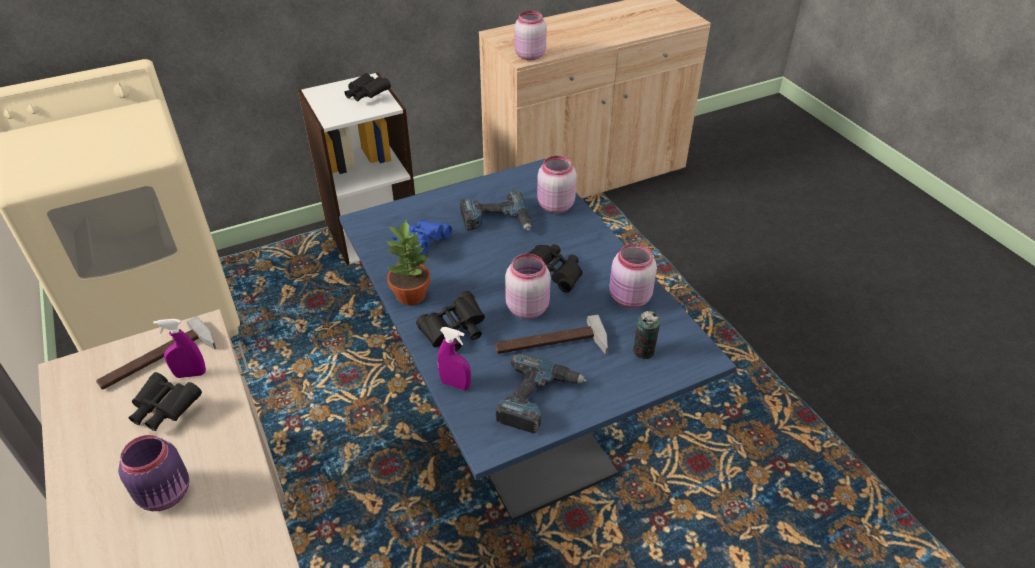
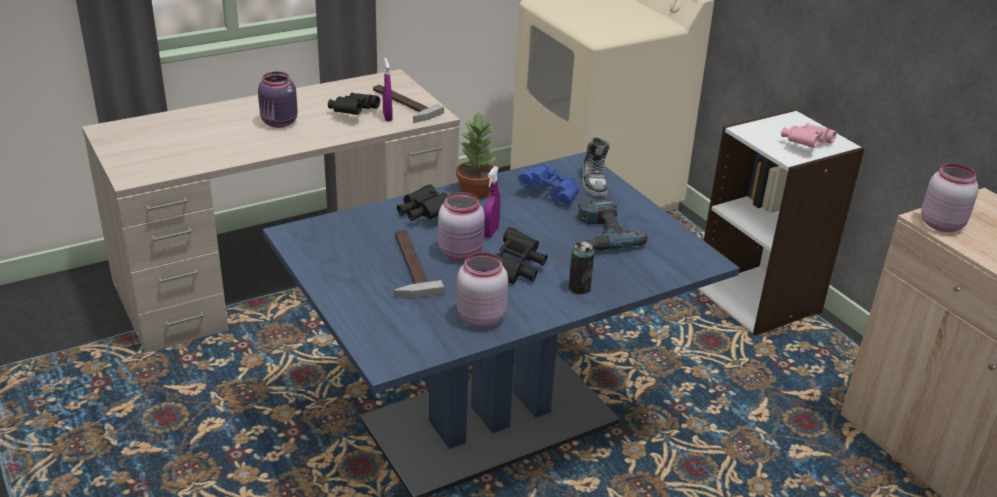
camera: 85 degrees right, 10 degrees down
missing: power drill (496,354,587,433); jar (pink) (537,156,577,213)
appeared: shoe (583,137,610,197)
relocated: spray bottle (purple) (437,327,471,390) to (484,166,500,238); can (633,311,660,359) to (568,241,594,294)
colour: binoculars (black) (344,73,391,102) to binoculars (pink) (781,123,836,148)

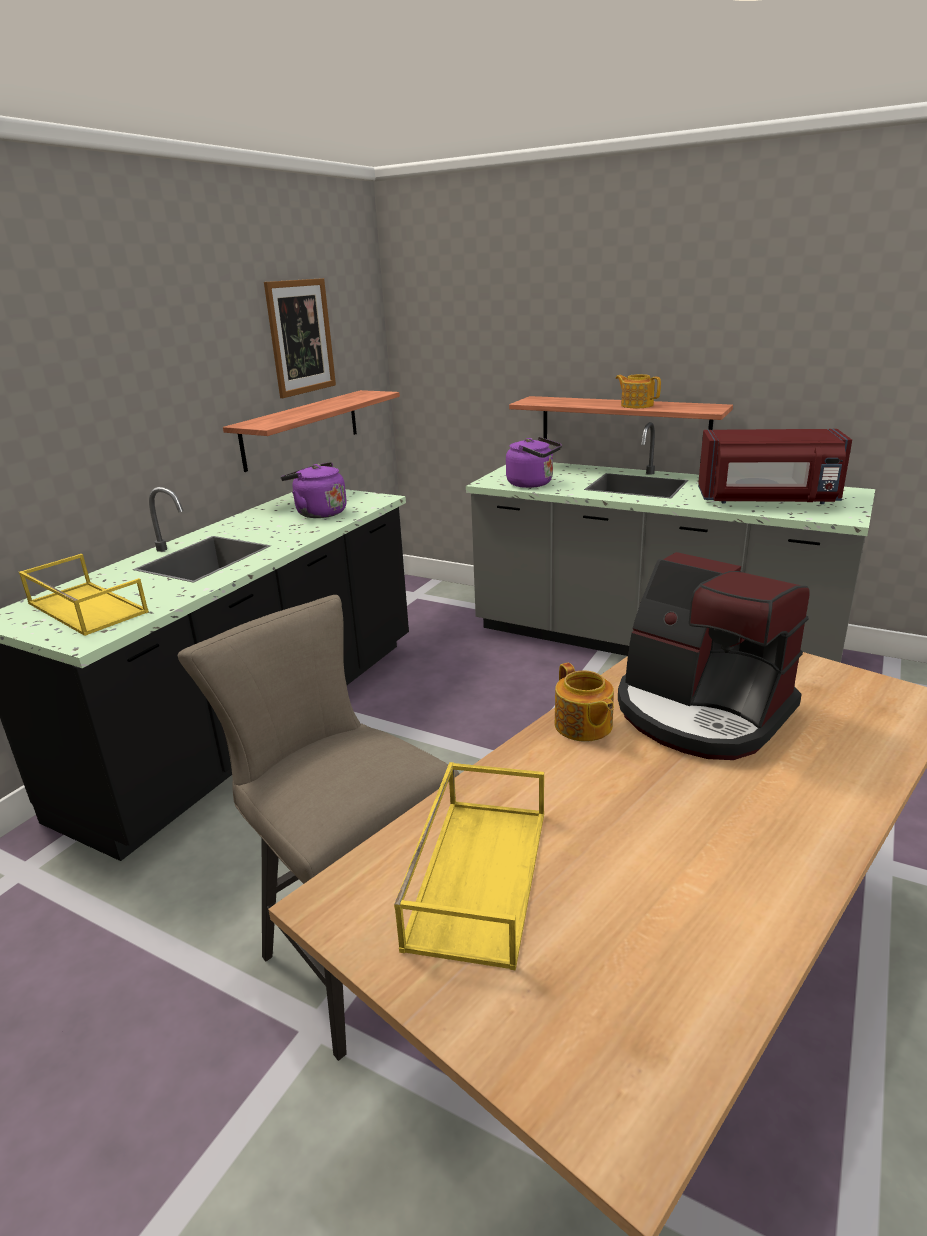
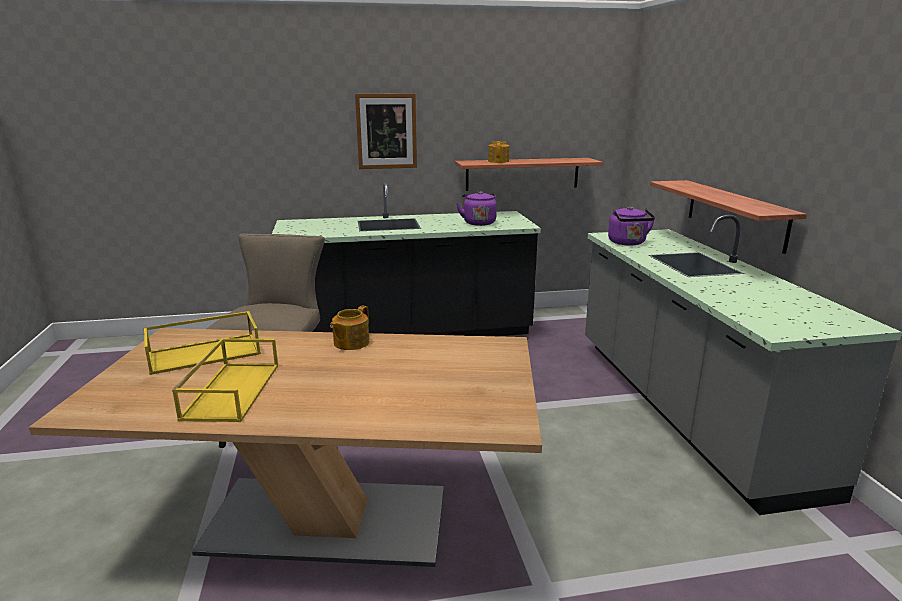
camera: 50 degrees right, 5 degrees down
missing: coffee machine (618,552,810,760); microwave (red) (698,429,852,504)
relocated: tray (yellow) (19,554,149,636) to (172,338,278,422); picture (264,278,336,398) to (355,94,417,169); teapot (616,374,661,408) to (488,141,509,163)

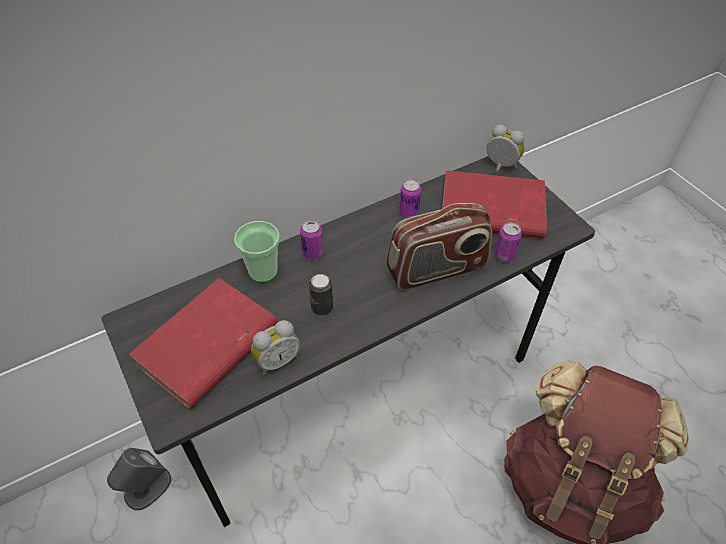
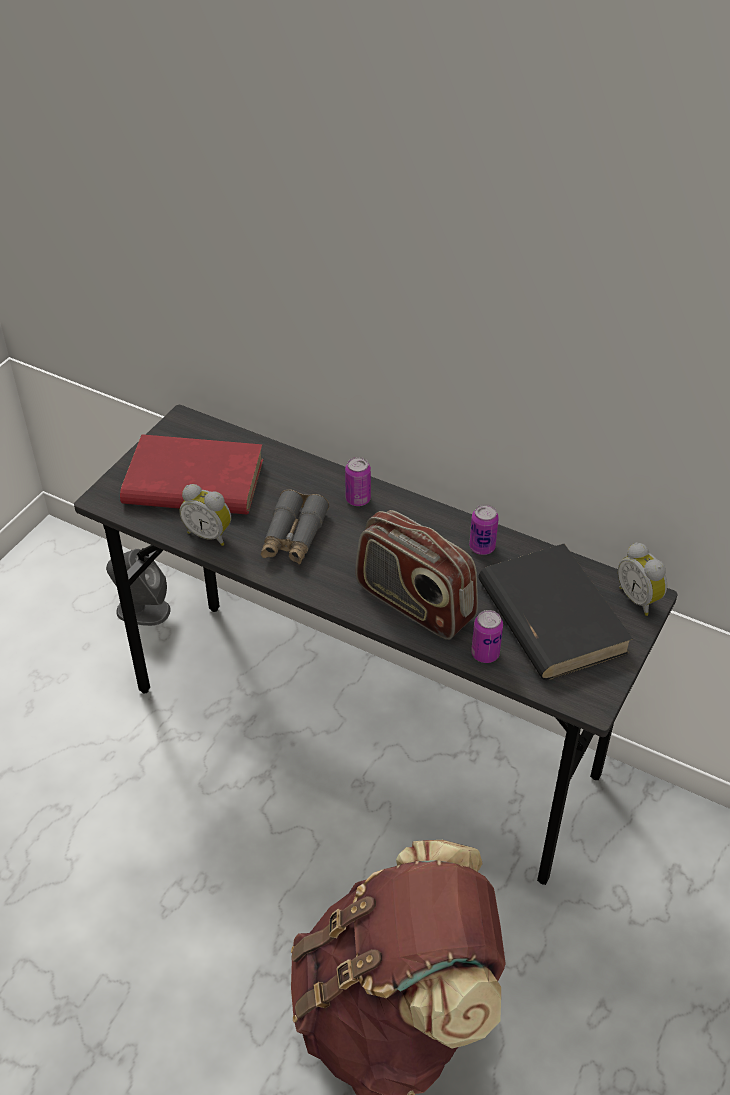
camera: 60 degrees right, 5 degrees down
missing: cup (234,221,280,283)
exchanged: can (309,274,333,316) to binoculars (grey) (261,489,329,565)
colour: book (red) (442,170,547,238) to book (black) (478,544,633,680)
spun: alarm clock (486,125,525,172) = (618,542,667,616) 150 degrees clockwise

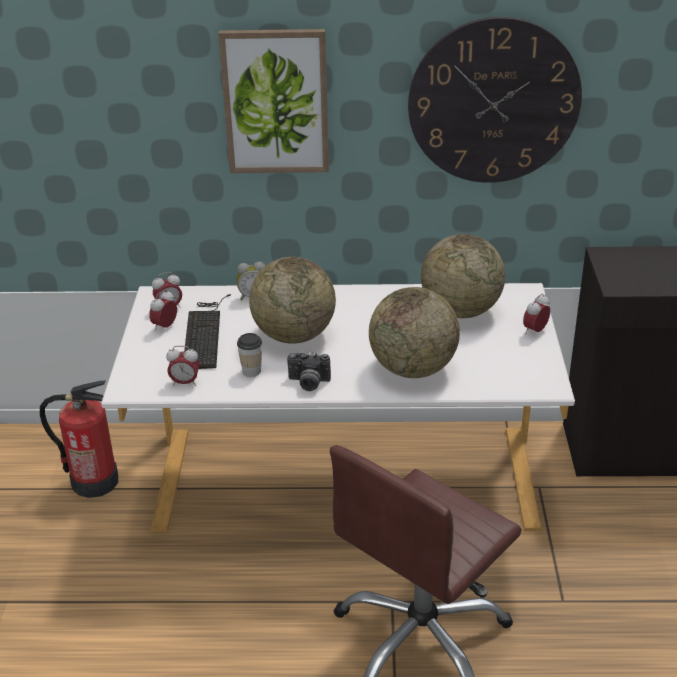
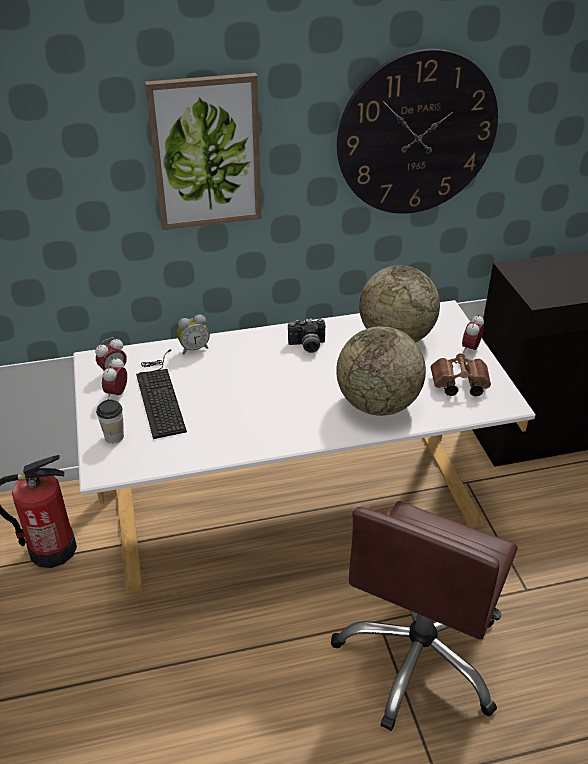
camera: 15 degrees left, 5 degrees up
missing: alarm clock (166,346,200,386); globe (249,257,336,344)
appeared: binoculars (brown) (430,353,491,396)
relocated: cup (237,333,262,377) to (96,399,124,443); photo camera (287,352,331,391) to (288,318,325,353)

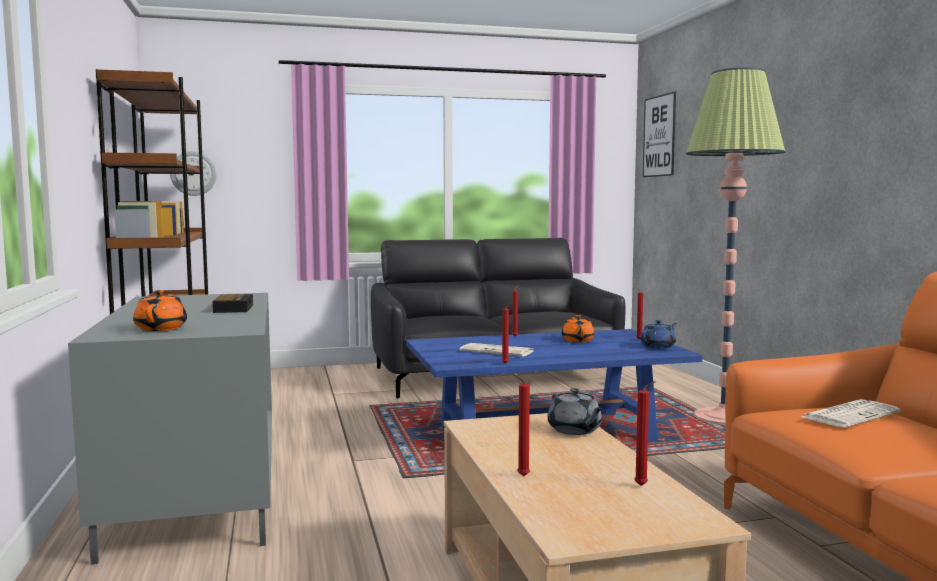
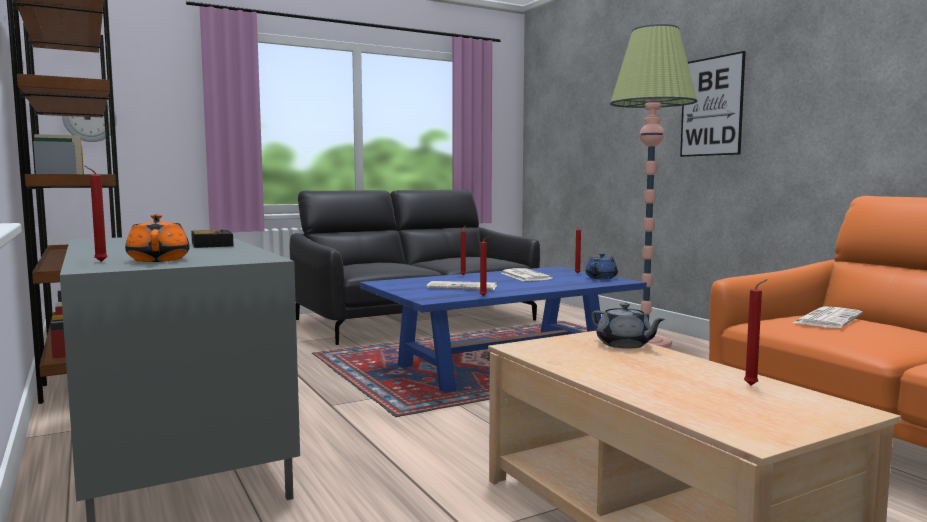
camera: 15 degrees left, 0 degrees up
relocated: candle (red) (513,374,530,476) to (84,165,108,262); picture (643,91,676,177) to (680,51,746,157)
exchanged: teapot (orange) (561,315,595,342) to newspaper (501,268,553,281)

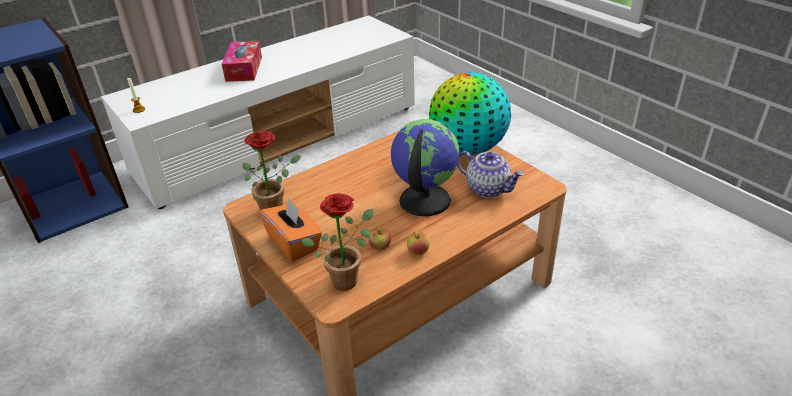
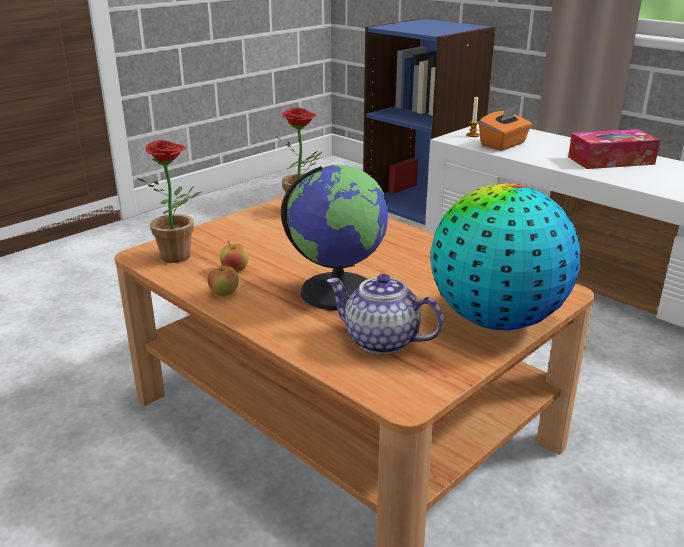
camera: 80 degrees right, 10 degrees down
relocated: tissue box (orange) (259,197,322,261) to (479,105,532,150)
spun: teapot (457,151,524,198) = (326,274,444,354) 90 degrees clockwise

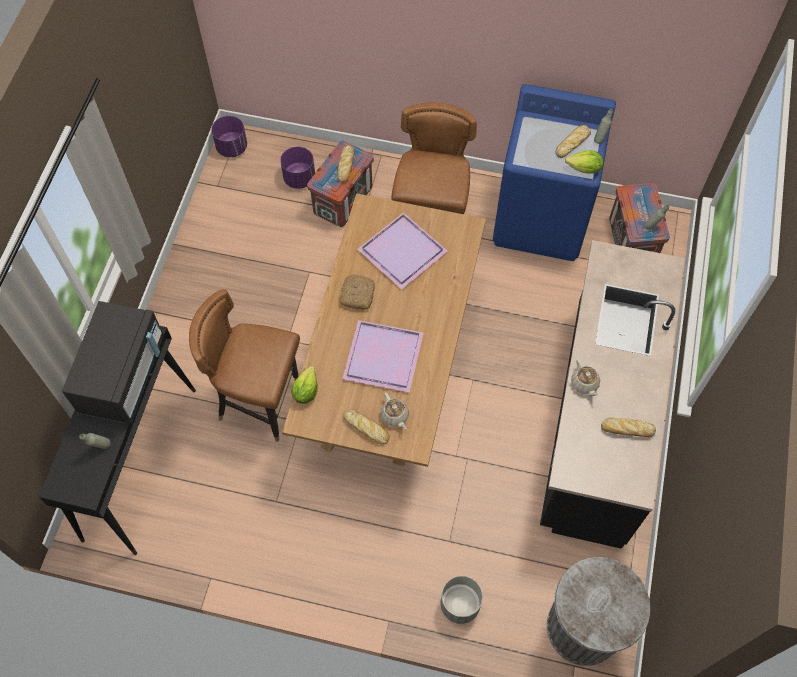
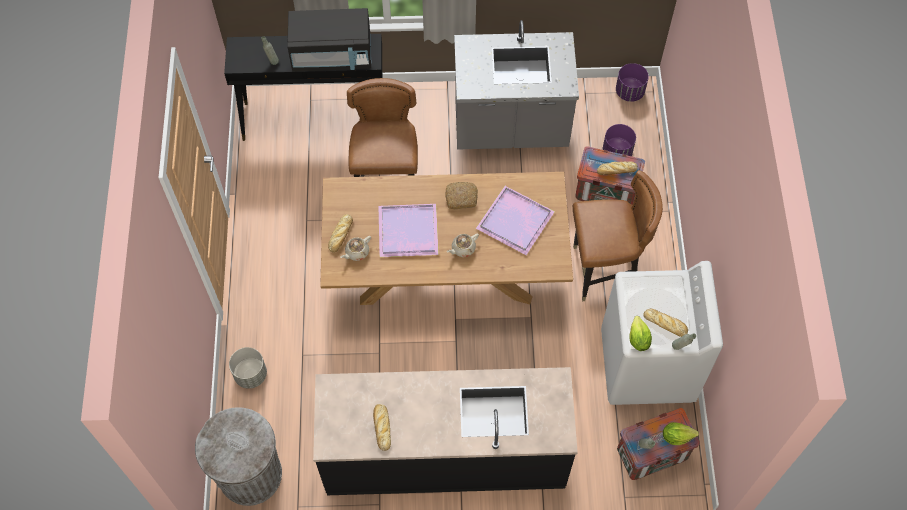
camera: 75 degrees right, 0 degrees up
appeared: counter (grey) (454,20,579,149)
relocated: lettuce (291,366,318,404) to (663,422,699,445); teapot (beige) (571,359,600,397) to (447,233,479,257)
colour: washing machine (blue) (493,84,616,261) to washing machine (white) (601,261,723,405)

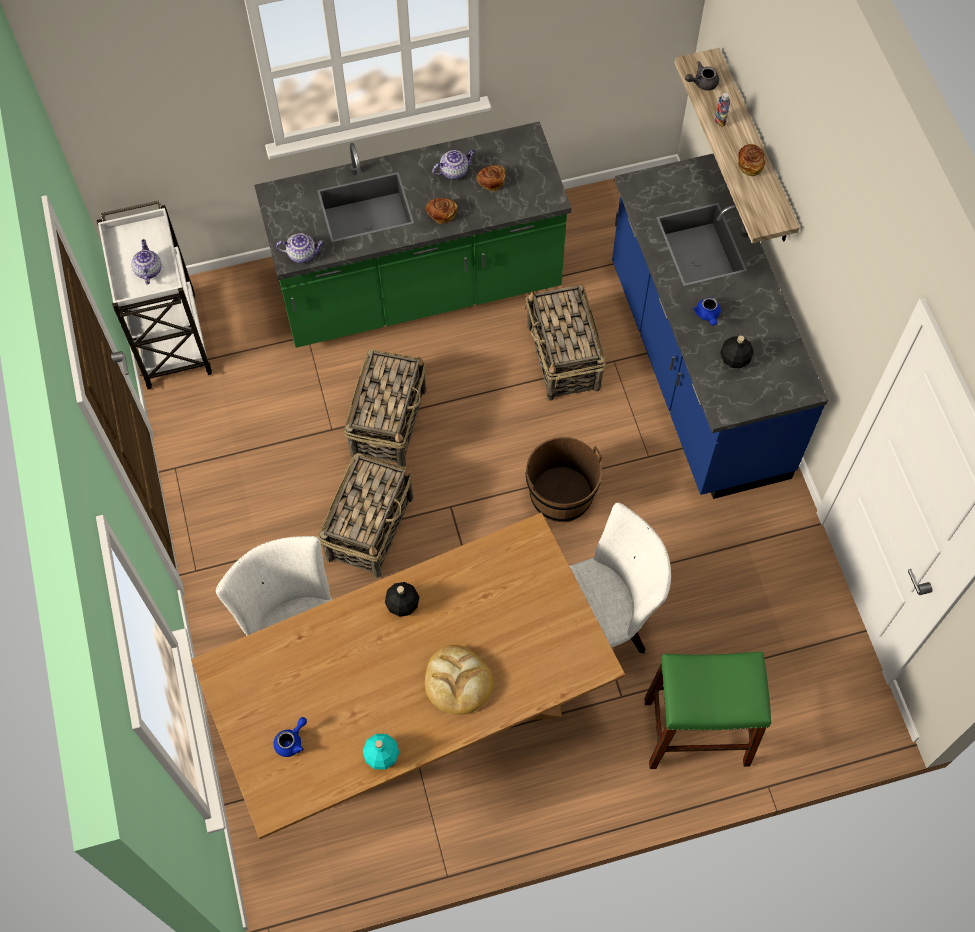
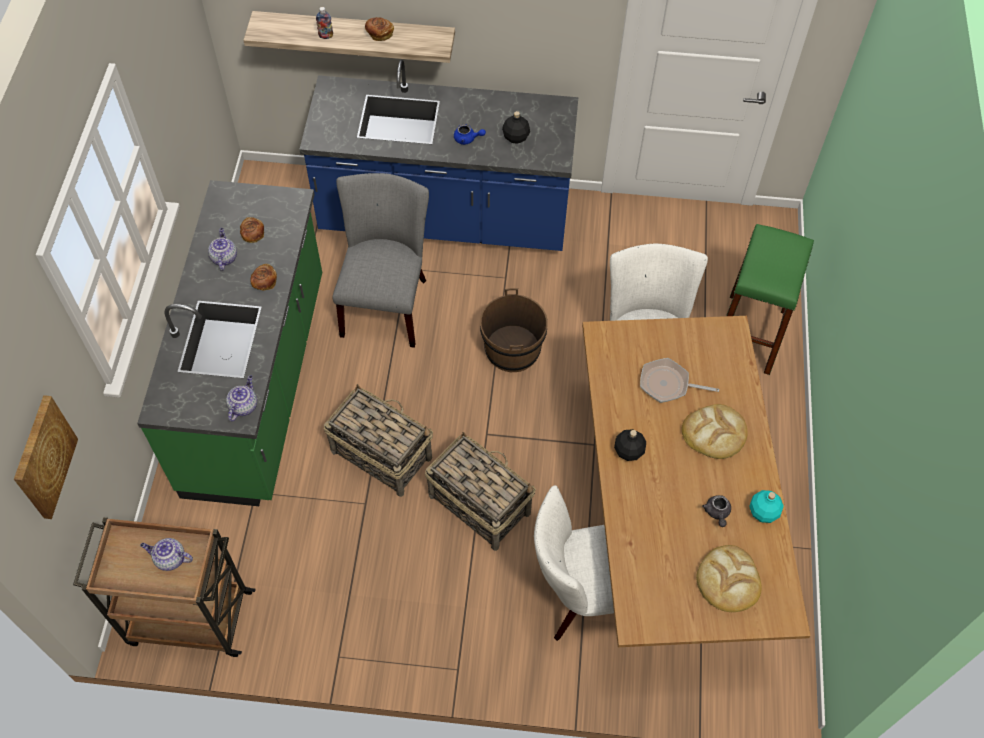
camera: 70 degrees left, 5 degrees down
appeared: picture (14,395,78,519); frying pan (640,358,719,403)
relocated: teapot (grey) (685,61,719,91) to (702,495,731,527)
exchanged: teapot (blue) (274,717,307,757) to bread (696,545,762,612); basket (525,285,606,401) to chair (grey) (332,173,429,348)
colour: cart (white) (97,200,212,389) to cart (brown) (73,517,256,657)

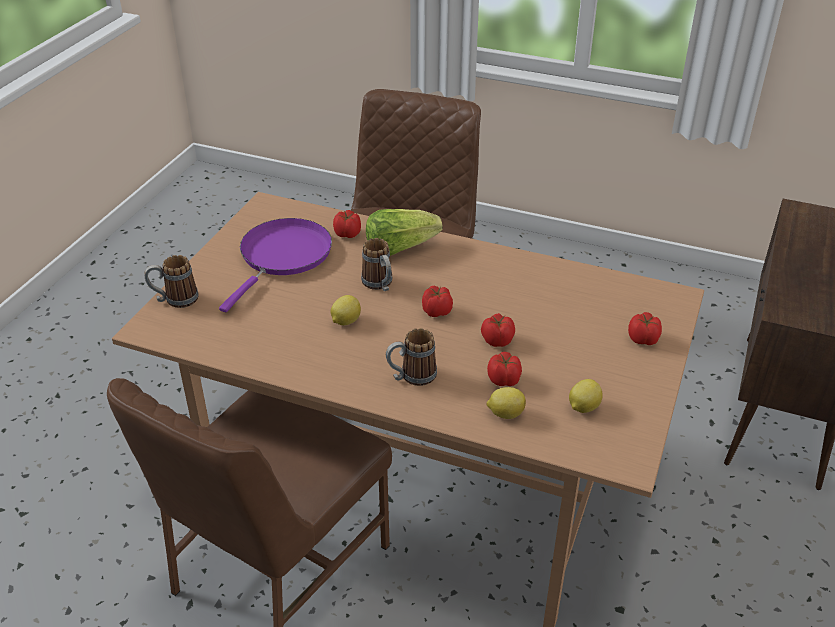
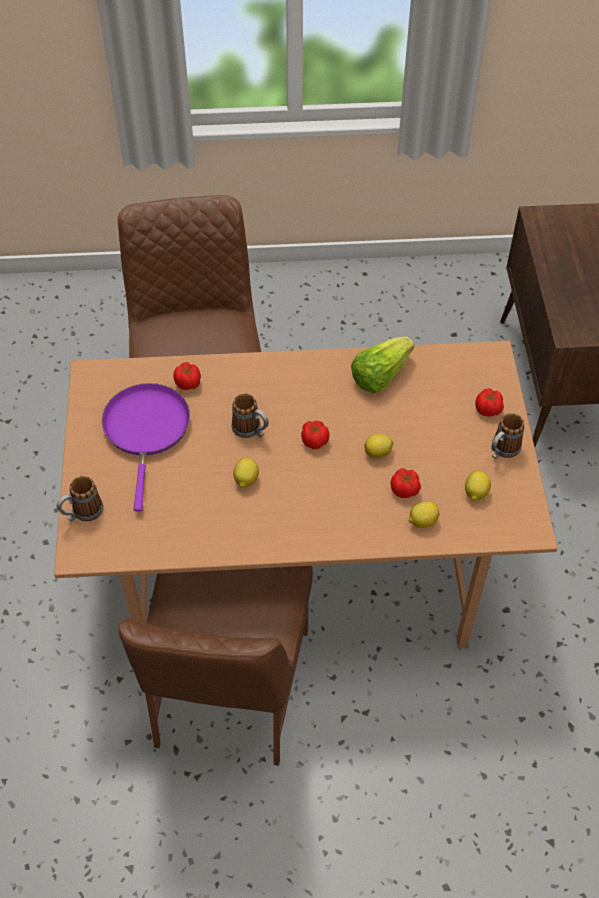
camera: 25 degrees left, 15 degrees up
relocated: lettuce (366,209,443,256) to (351,337,414,394); mug (386,328,437,386) to (491,413,524,459)
exchanged: tomato (481,313,515,347) to lemon (364,434,394,458)

